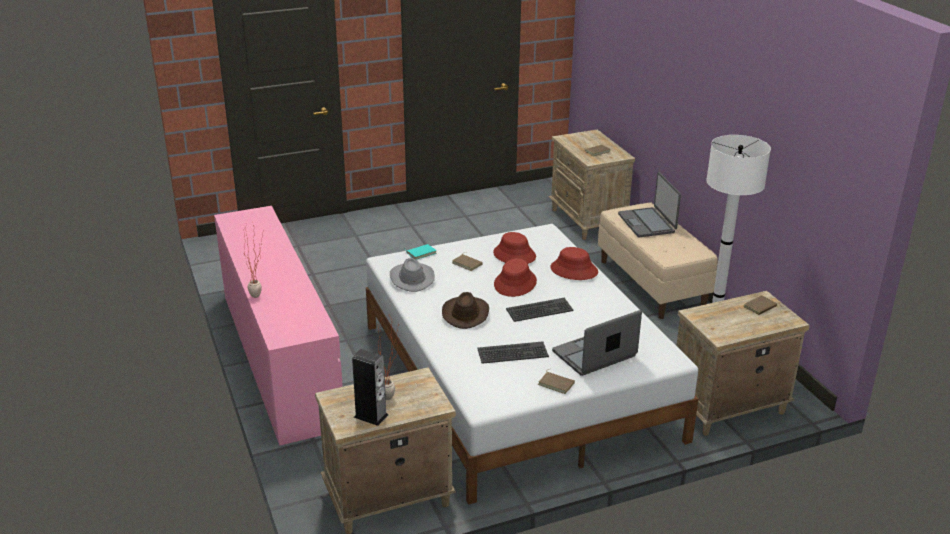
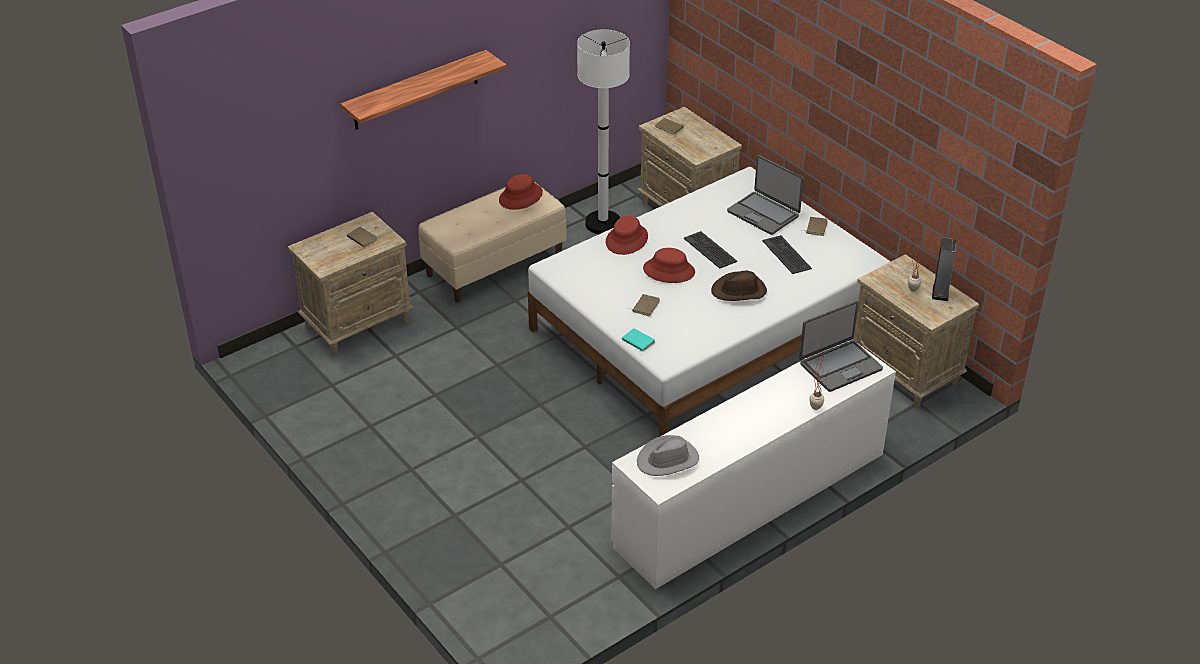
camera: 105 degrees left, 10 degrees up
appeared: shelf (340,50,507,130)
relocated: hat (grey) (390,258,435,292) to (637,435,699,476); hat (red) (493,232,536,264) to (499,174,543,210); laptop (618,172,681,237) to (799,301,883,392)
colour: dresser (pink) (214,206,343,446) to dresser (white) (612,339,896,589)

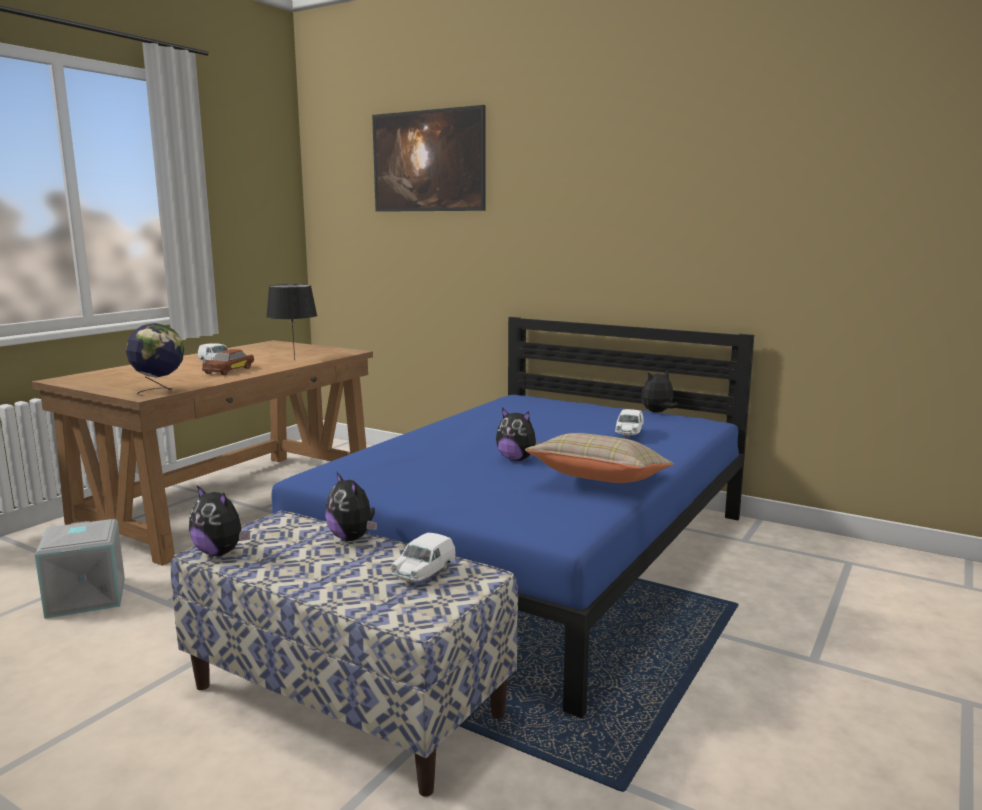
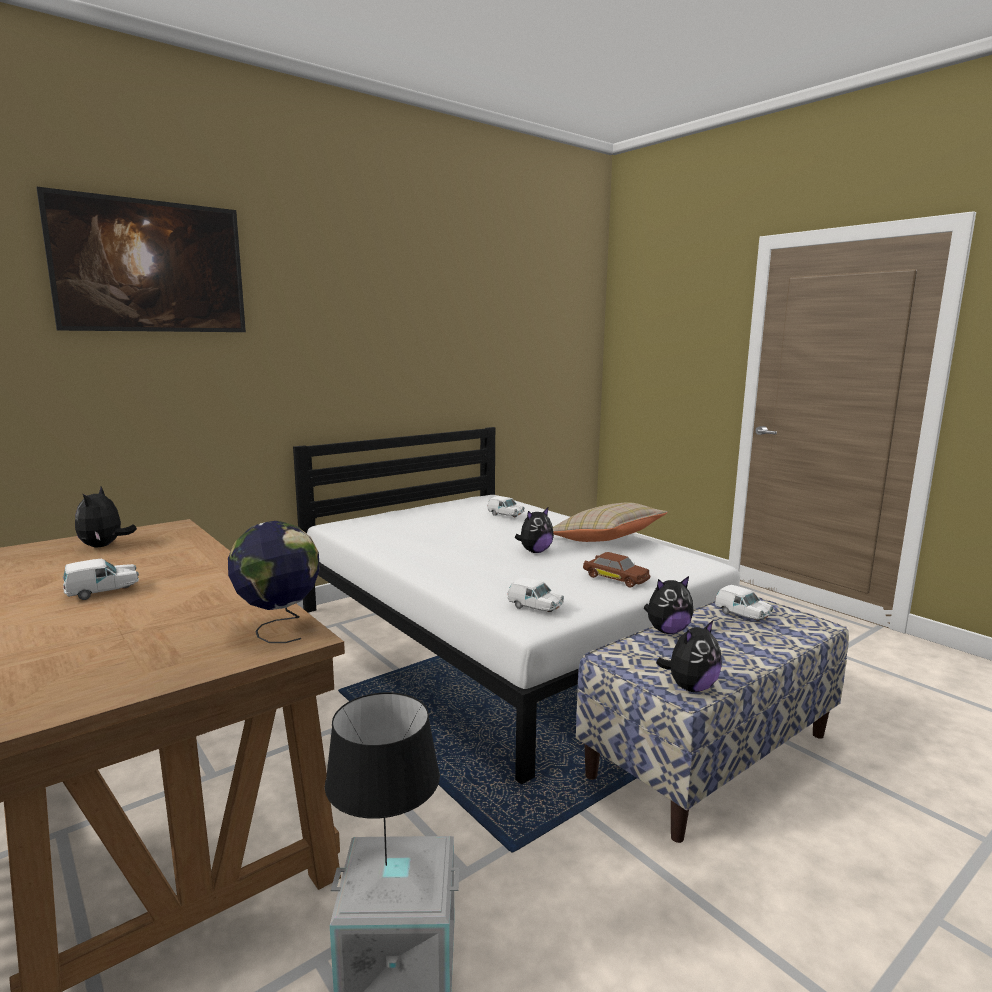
camera: 70 degrees left, 0 degrees up
appeared: toy car (white) (507,577,564,612)
relocated: toy car (brown) (202,349,254,375) to (583,552,651,588); table lamp (black) (266,284,317,361) to (325,692,440,866); plush toy (641,370,678,412) to (75,487,137,547)
colour: bed (blue) (271,317,754,718) to bed (white) (293,427,740,785)

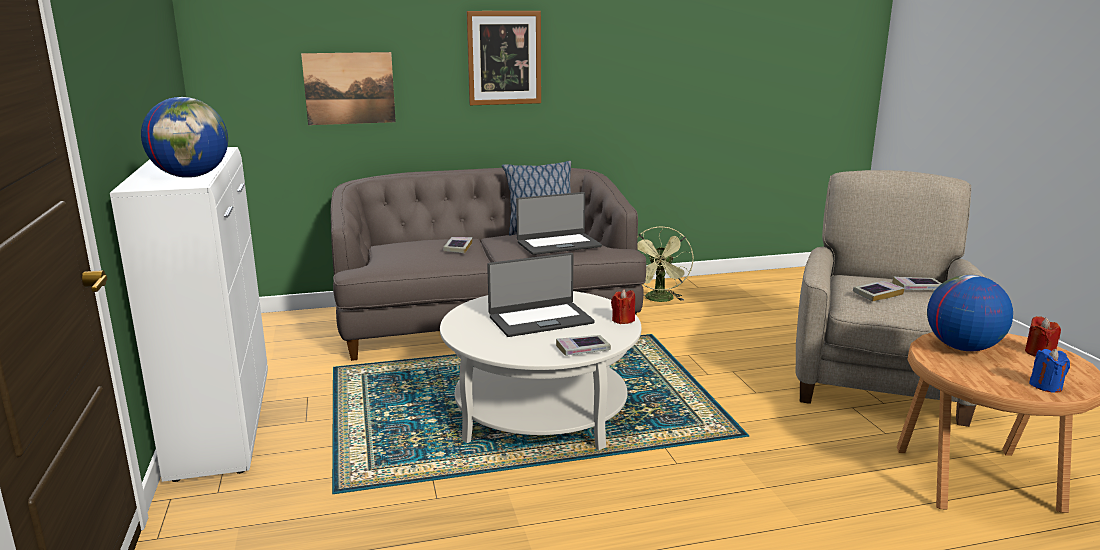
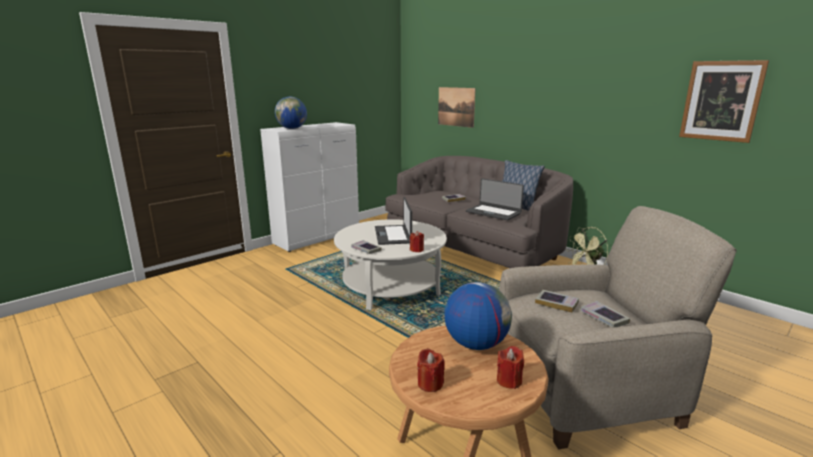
camera: 60 degrees right, 0 degrees up
relocated: picture (466,11,541,105) to (679,60,769,143)
colour: candle (blue) (1029,349,1070,393) to candle (red) (417,348,445,392)
spun: laptop (487,253,595,337) = (375,197,412,245) 45 degrees clockwise

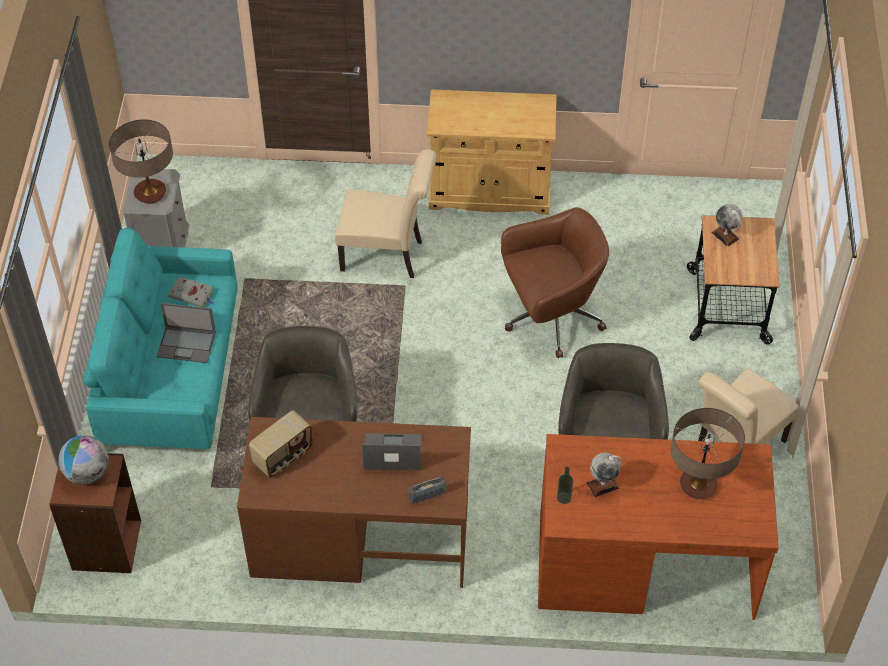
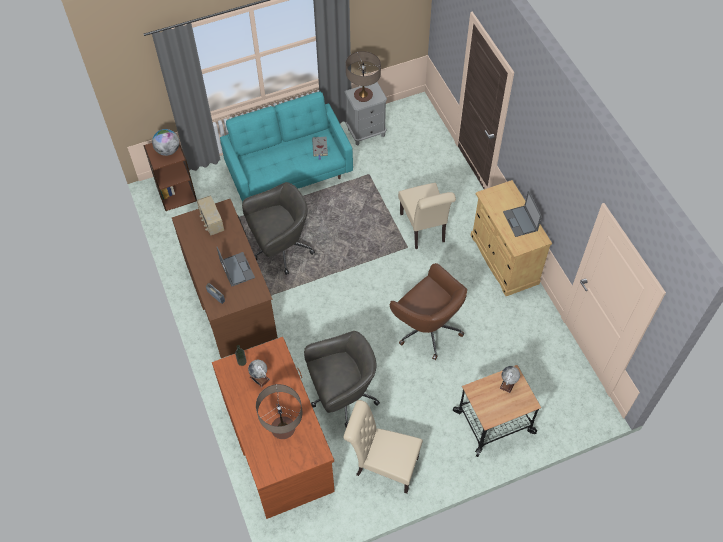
camera: 65 degrees right, 5 degrees up
relocated: laptop (157,303,216,363) to (503,191,542,237)
spun: radio (249,410,313,478) = (197,195,224,236) 45 degrees clockwise

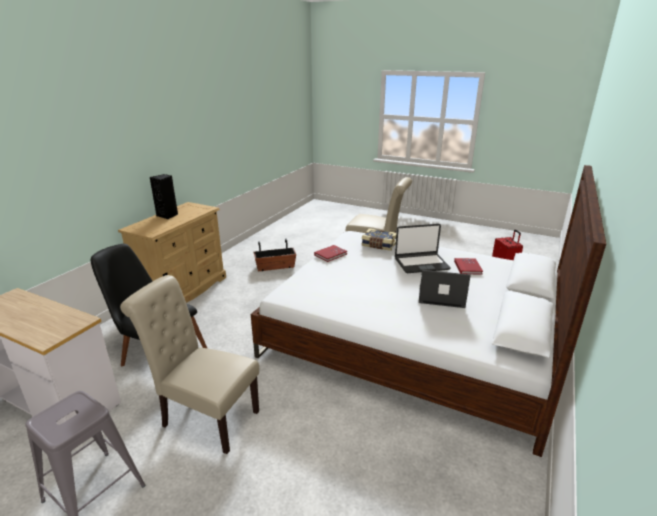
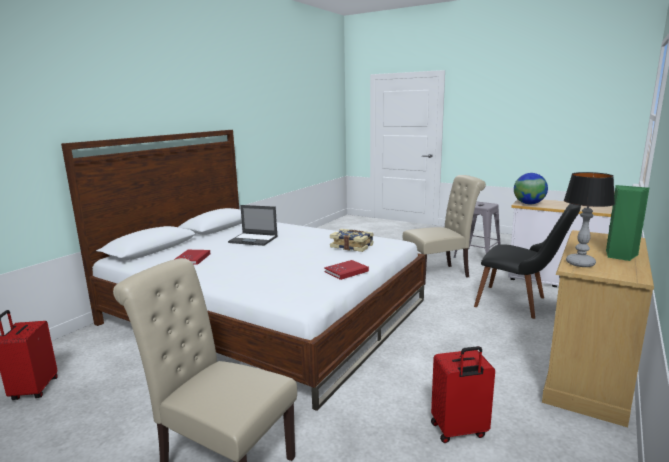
camera: 175 degrees left, 10 degrees down
missing: laptop (395,224,451,273)
appeared: globe (514,173,548,204); table lamp (564,172,615,267)
relocated: book (361,228,396,251) to (330,229,374,252)
exchanged: planter (254,239,296,271) to suitcase (red) (431,346,495,443)
colour: speaker (black) (150,174,178,219) to speaker (green) (606,185,649,261)
spun: chair (beige) (120,275,259,454) = (403,175,486,285) 45 degrees counterclockwise

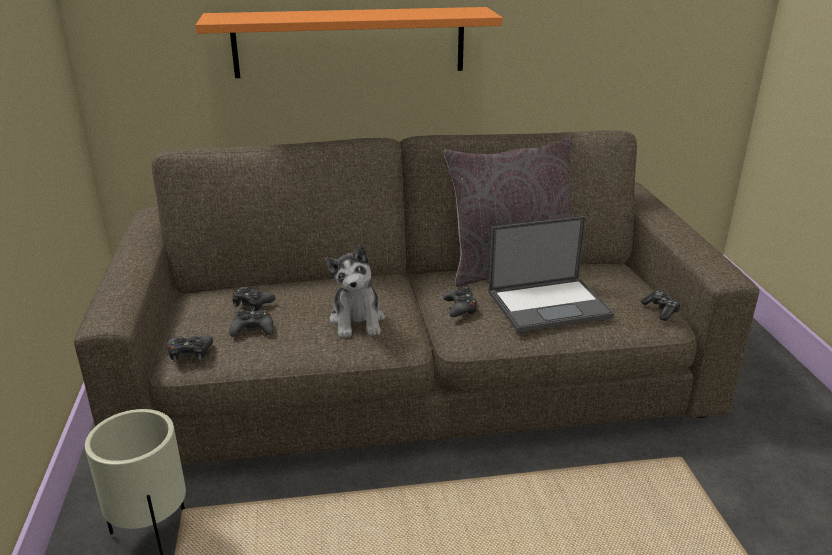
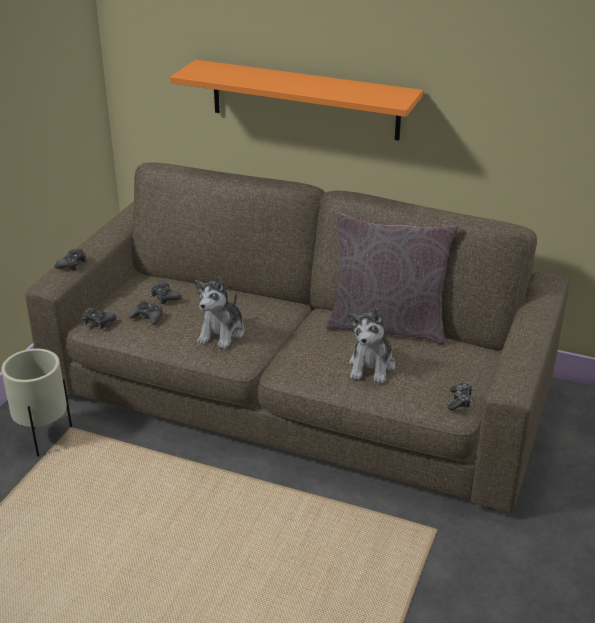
camera: 30 degrees right, 5 degrees up
relocated: game controller (black) (443,287,478,317) to (54,249,87,270)
exchanged: laptop (489,216,614,332) to plush toy (349,309,395,383)

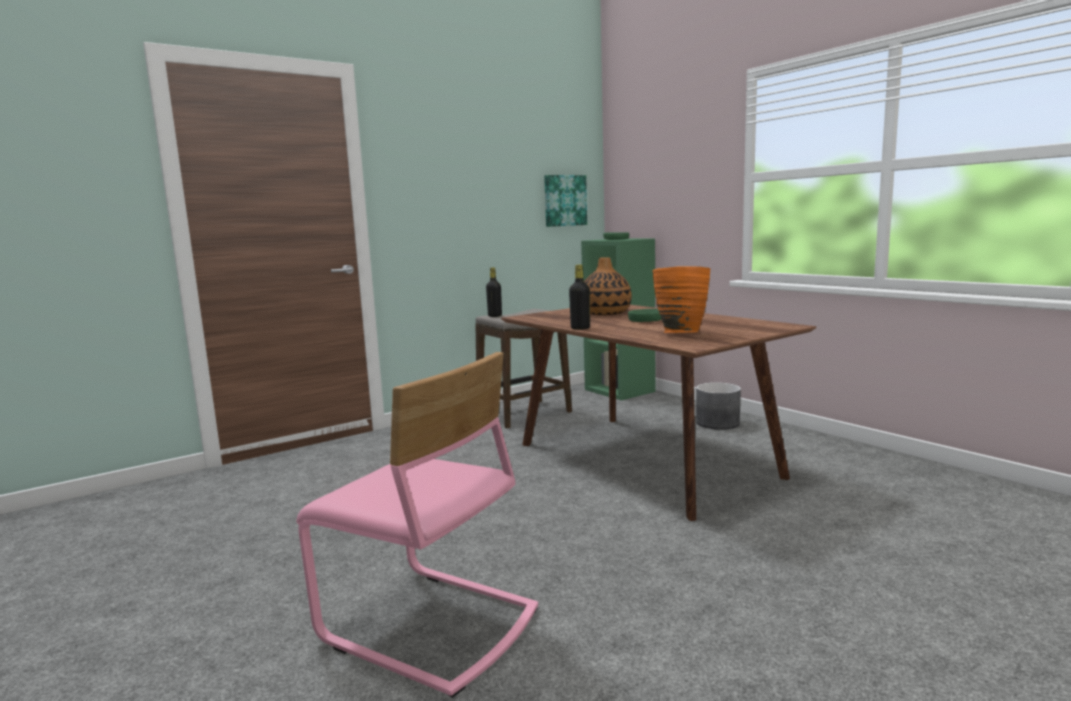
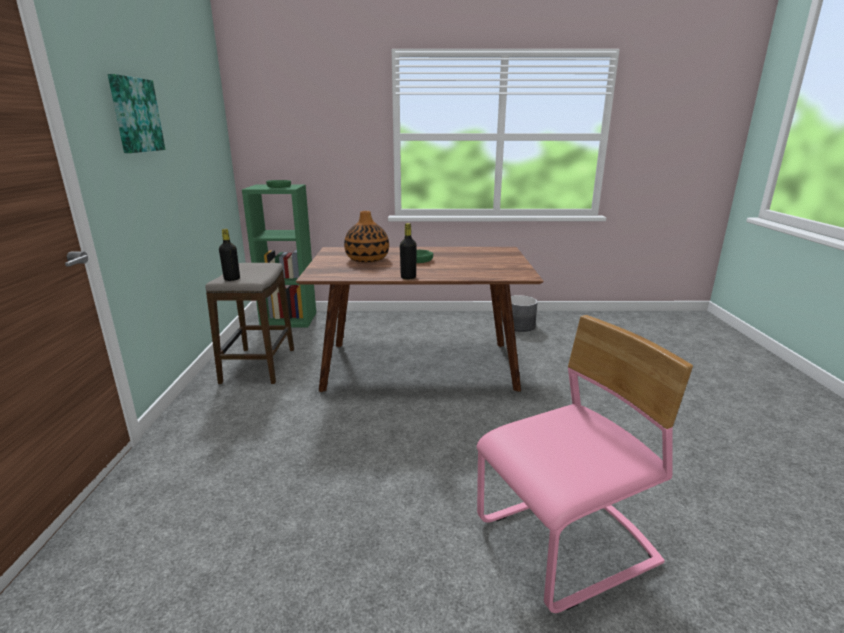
camera: 55 degrees left, 10 degrees up
missing: vase (orange) (652,266,710,333)
relocated: picture (544,175,587,227) to (108,74,165,153); planter (grey) (696,382,741,430) to (511,295,538,332)

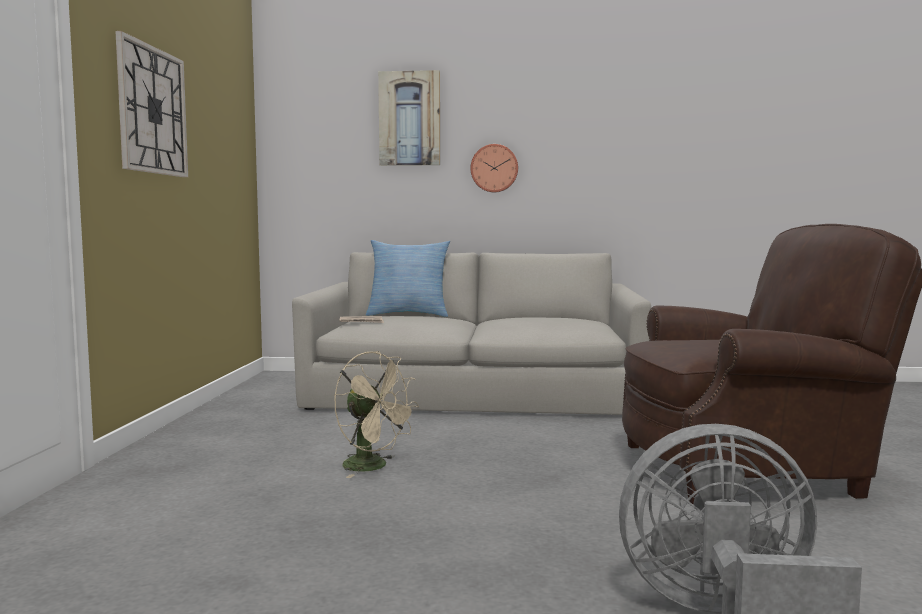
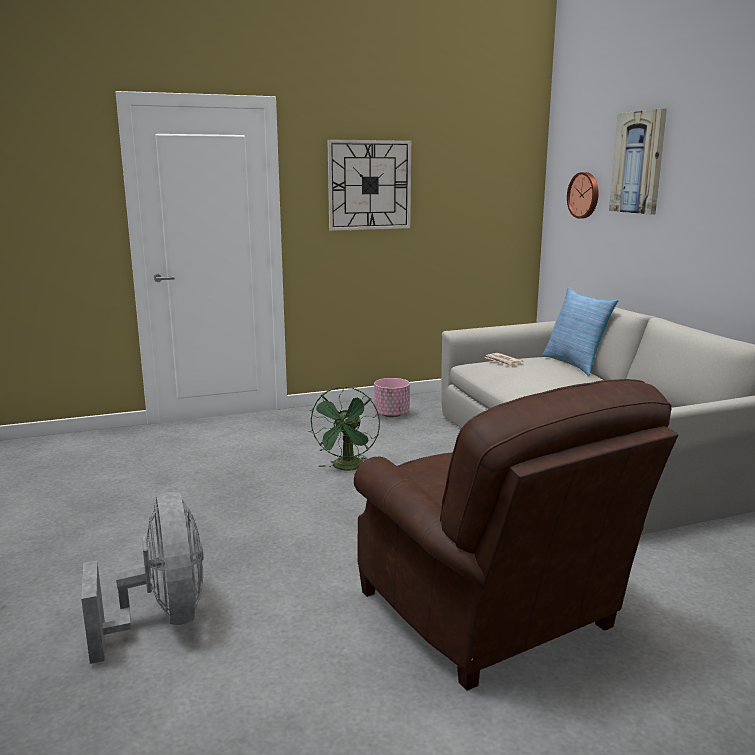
camera: 65 degrees right, 10 degrees up
appeared: planter (pink) (374,378,410,417)
relocated: wall clock (470,144,518,193) to (567,172,599,219)
colour: fan (beige) (334,351,419,478) to fan (green) (308,386,380,470)

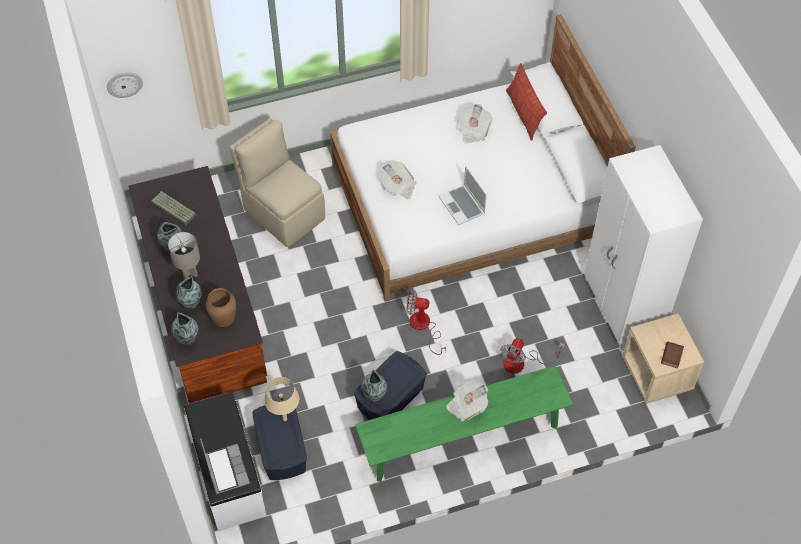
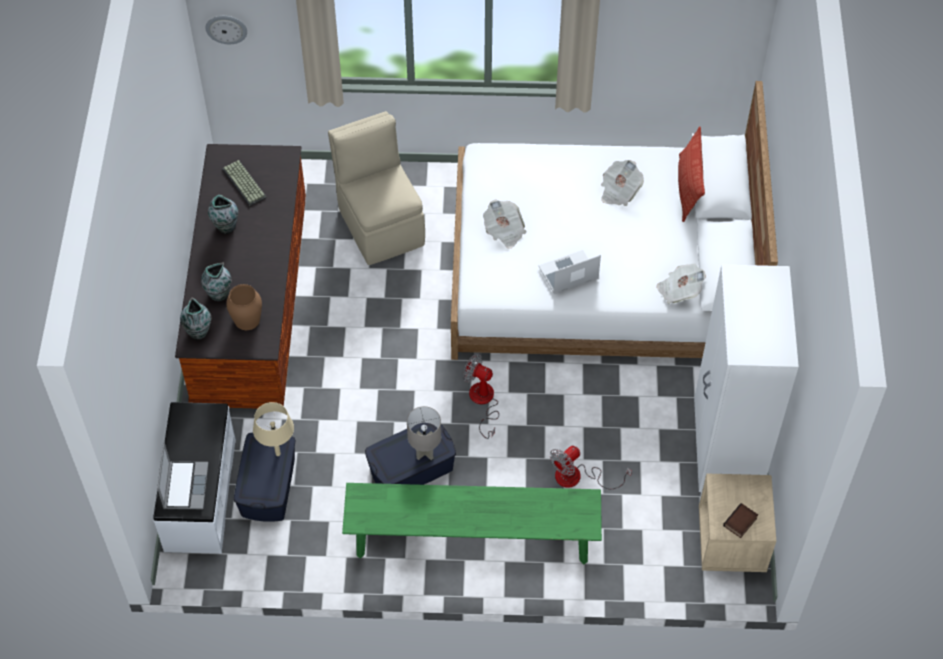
camera: 20 degrees right, 0 degrees up
missing: vase (361,369,387,403)
relocated: table lamp (grey) (168,232,200,279) to (407,406,441,460); newspaper (446,380,488,422) to (656,263,706,304)
spun: laptop (439,166,487,225) = (539,250,601,294) 75 degrees clockwise

